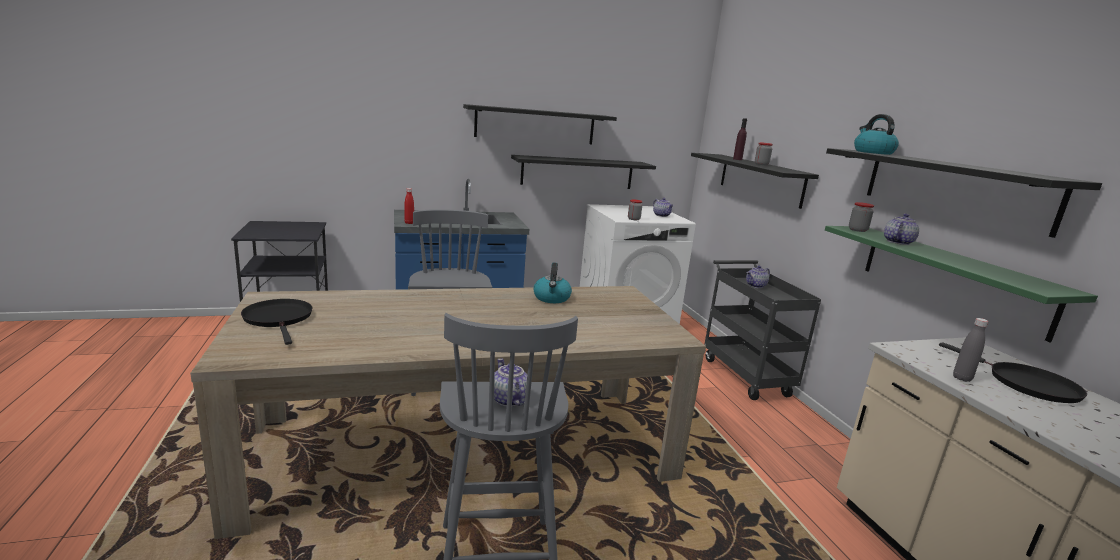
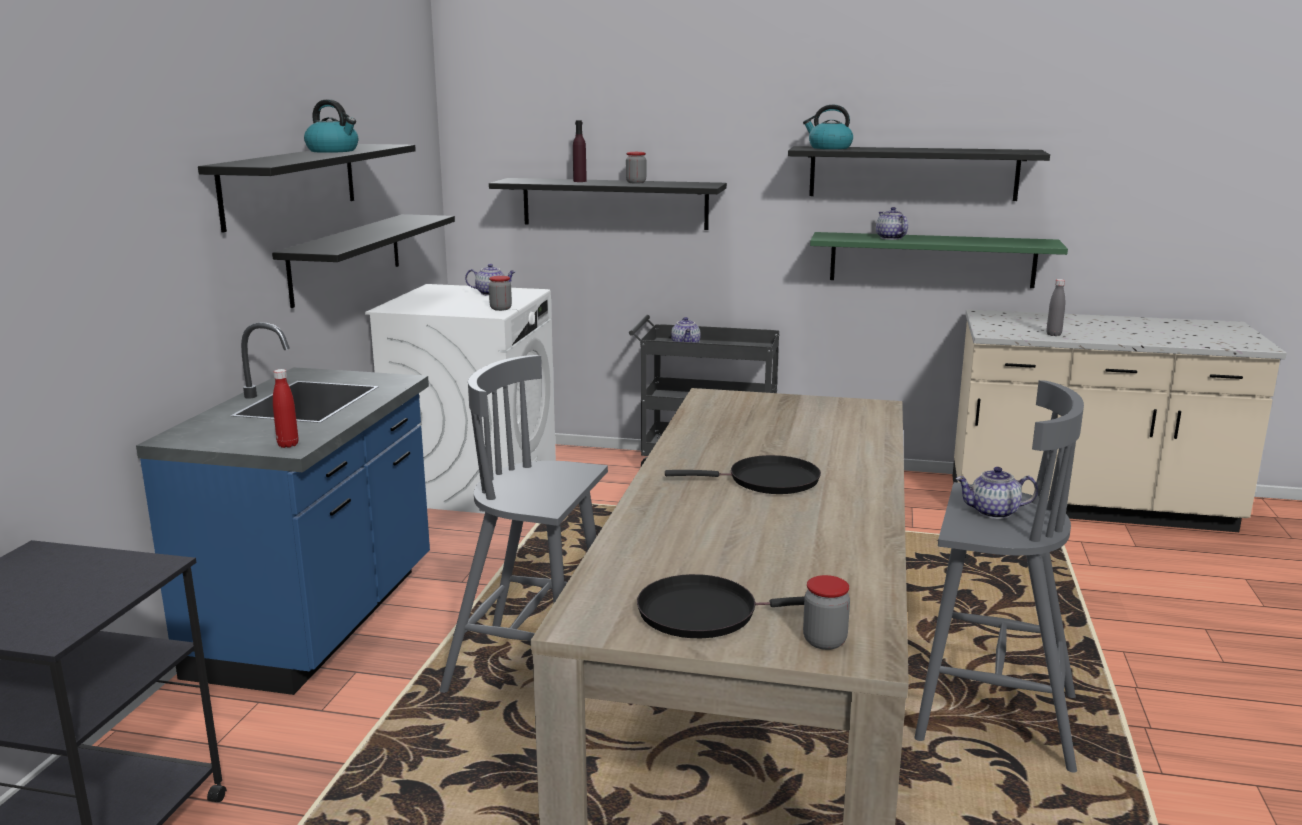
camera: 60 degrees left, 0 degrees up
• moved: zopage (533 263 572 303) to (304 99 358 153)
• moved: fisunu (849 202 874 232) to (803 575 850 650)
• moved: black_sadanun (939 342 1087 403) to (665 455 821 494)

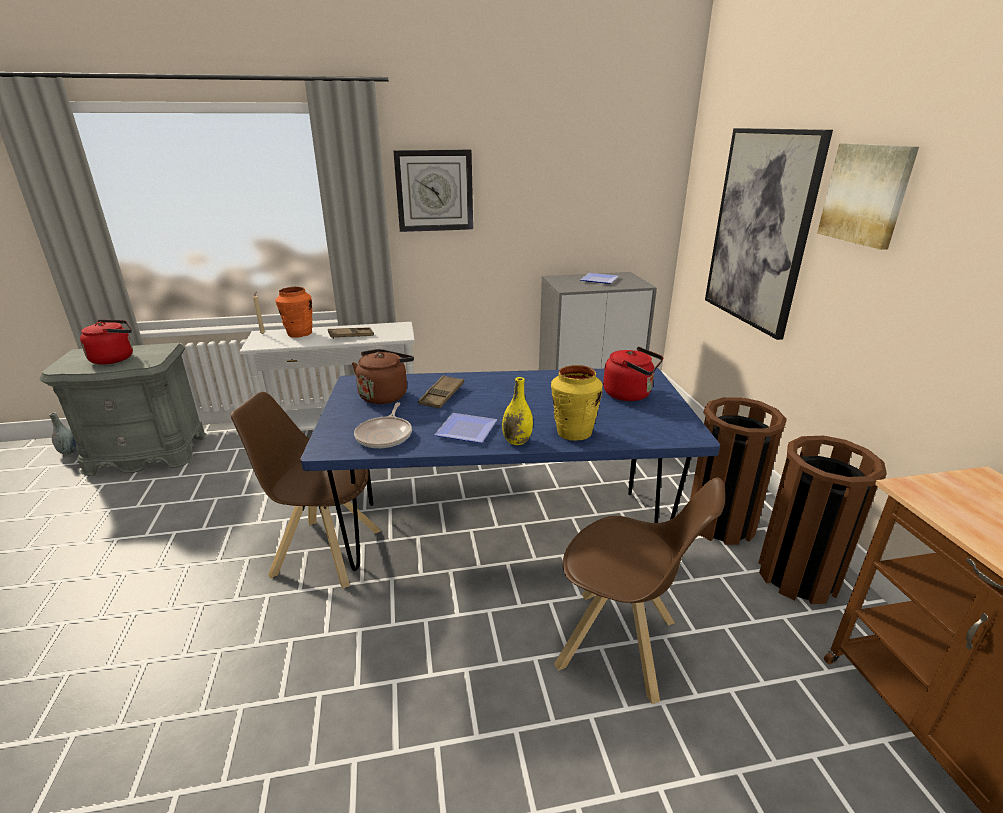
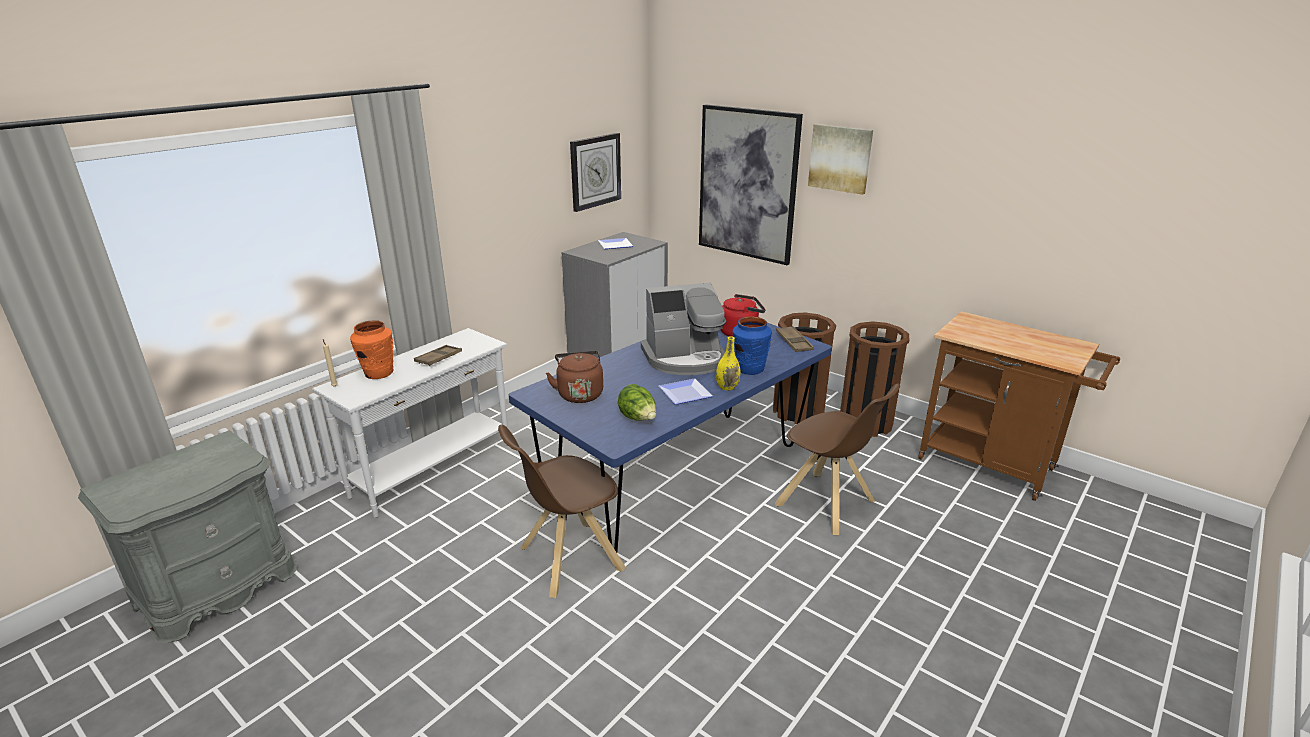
camera: 40 degrees left, 0 degrees up
• removed: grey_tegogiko (49 412 77 455)
• removed: red_zopage (80 320 133 365)
• replaced: sadanun (354 402 412 449) to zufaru (618 384 656 421)
• moved: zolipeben (393 150 473 232) to (570 133 621 212)
• moved: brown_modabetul (418 375 464 409) to (776 326 814 352)
• recoloured: yellow_tegogiko (551 365 603 441) to blue_tegogiko (733 316 772 375)
• turned: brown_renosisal (554 477 725 704) = (775 384 900 535) 60 degrees clockwise
• added: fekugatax (641 283 726 375)

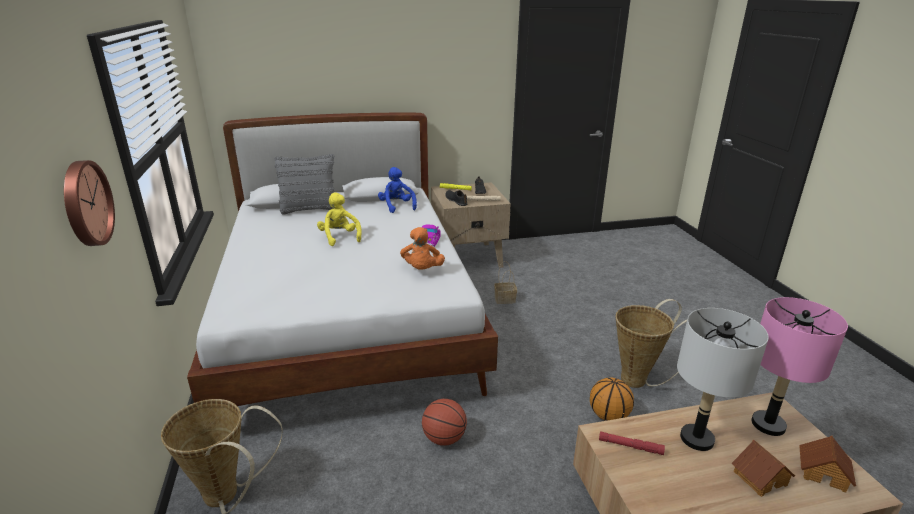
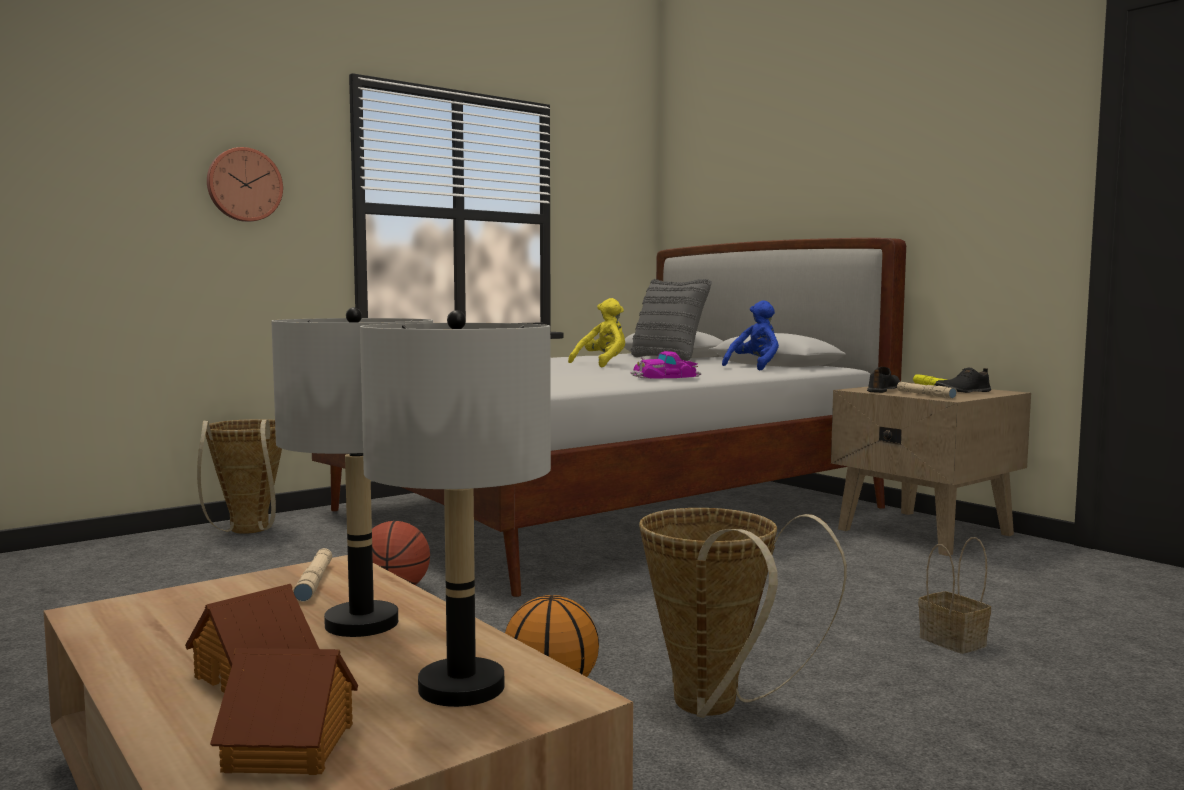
camera: 65 degrees right, 20 degrees down
• removed: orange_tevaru (400 227 445 270)
• moved: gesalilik (494 261 517 304) to (918 537 991 654)
• recoloured: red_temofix (599 431 665 455) to beige_temofix (293 548 332 602)
• recoloured: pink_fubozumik (751 297 848 436) to grey_fubozumik (360 310 551 707)

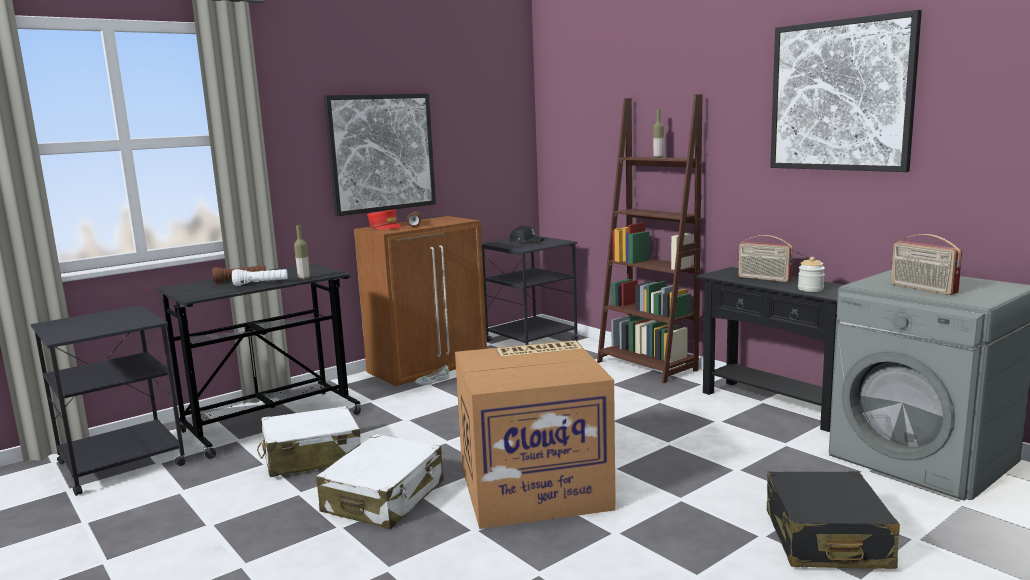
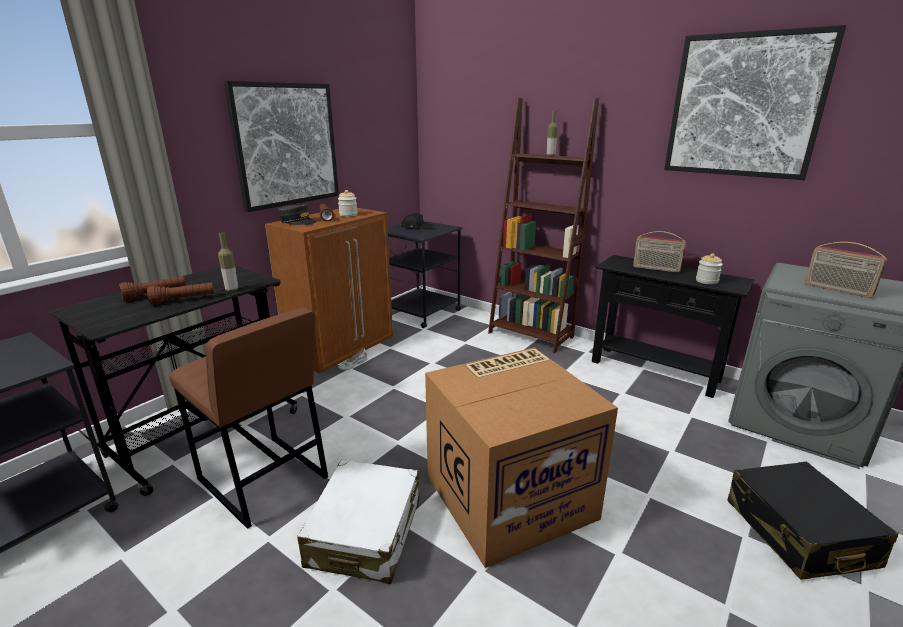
camera: 15 degrees left, 10 degrees up
• recoloured: white_temofix (232 269 288 286) to brown_temofix (147 282 214 305)
• replaced: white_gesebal (257 406 361 477) to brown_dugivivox (169 307 328 529)
• recoloured: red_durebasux (367 210 402 229) to grey_durebasux (278 204 316 225)
• added: fisunu (338 190 358 217)

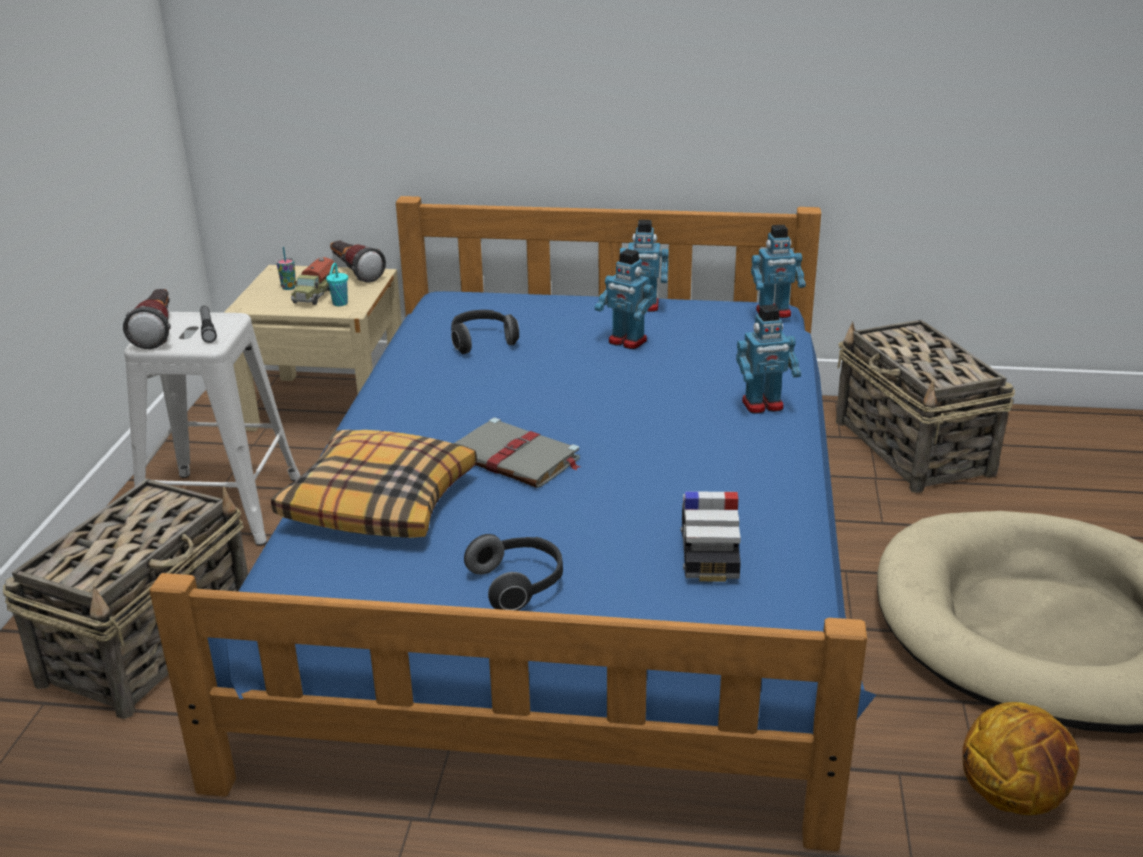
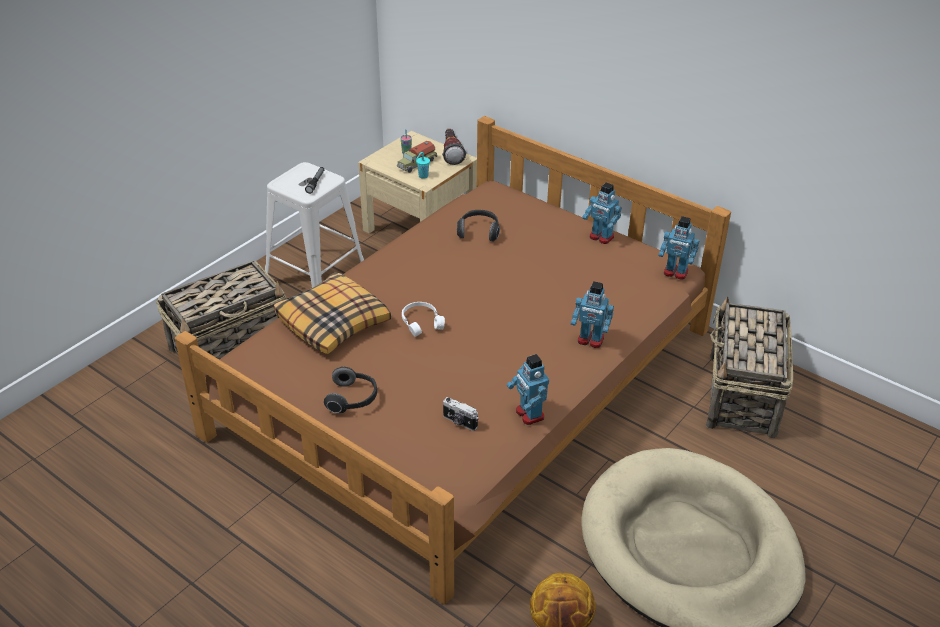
camera: 30 degrees right, 10 degrees up
• removed: temofix (123 289 171 349)
• recoloured: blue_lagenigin (149 196 876 851) to brown_lagenigin (175 116 731 604)
• replaced: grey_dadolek (454 418 580 488) to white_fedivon (402 302 445 337)
• moved: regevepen (595 249 654 349) to (507 354 549 425)
• replaced: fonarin (681 491 741 582) to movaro (443 397 478 431)

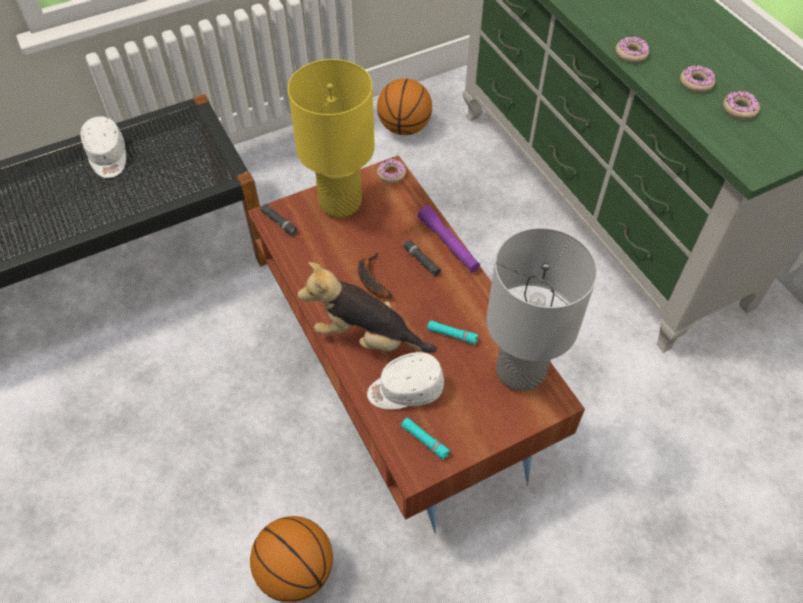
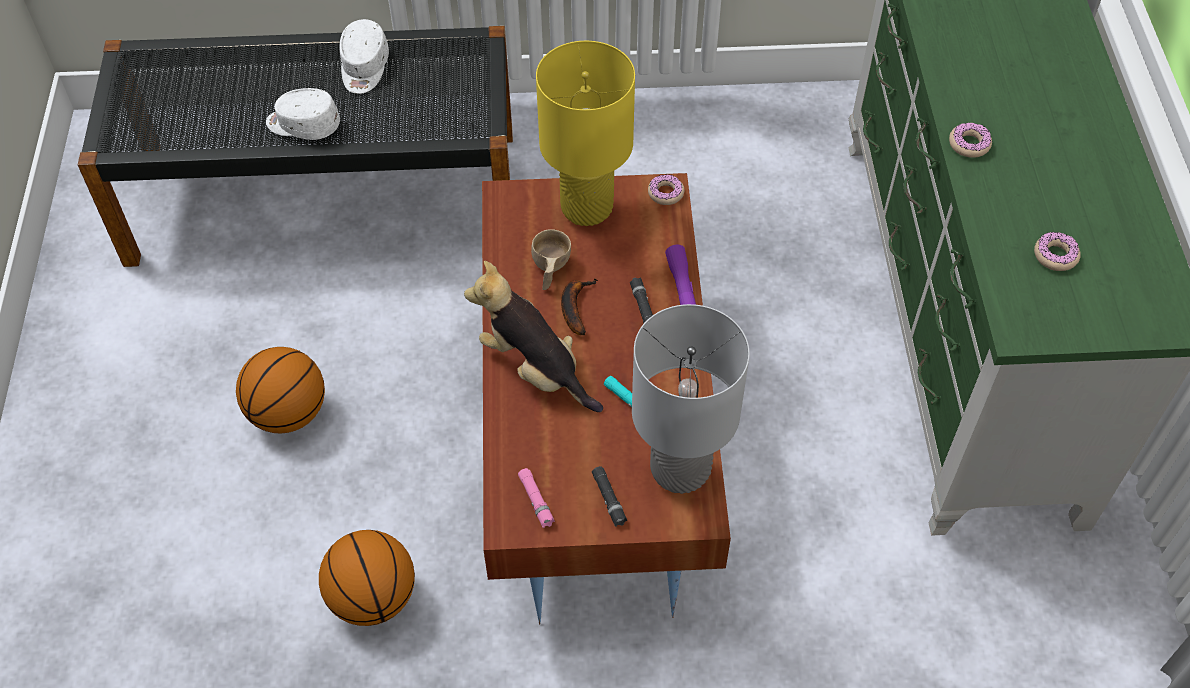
camera: 25 degrees right, 0 degrees up
• moved: black_temofix (261 204 298 236) to (592 466 627 527)
• moved: white_durebasux (367 352 444 409) to (266 88 340 140)
• moved: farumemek (377 78 432 135) to (236 347 325 434)
• recoloured: turquoise_temofix (401 418 451 460) to pink_temofix (518 468 555 528)
• removed: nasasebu (680 66 715 92)
• added: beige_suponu (531 229 571 290)

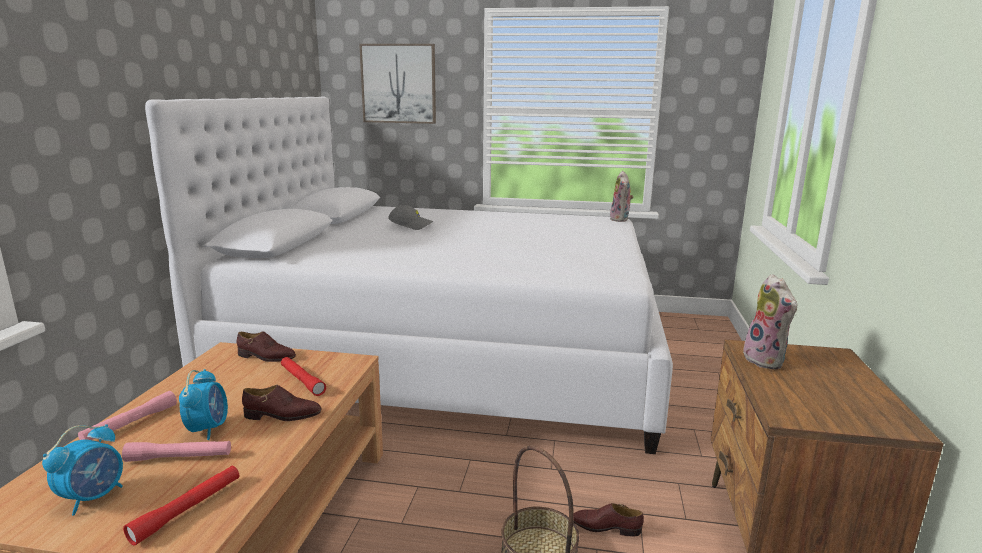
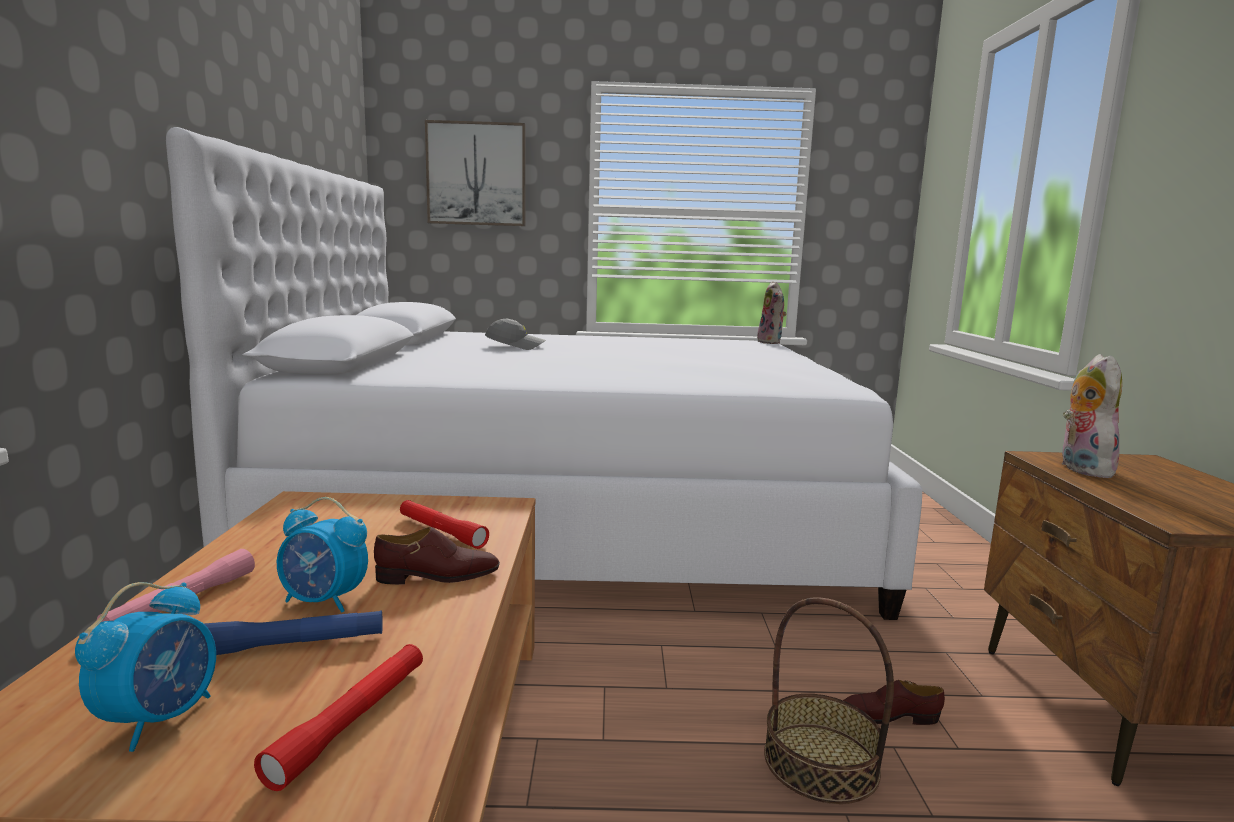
camera: 10 degrees left, 5 degrees down
• recoloured: pink_temofix (122 441 231 462) to blue_temofix (204 610 383 655)
• turned: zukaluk (179 369 228 440) = (277 497 368 612) 120 degrees clockwise
• removed: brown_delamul (237 331 296 362)
• turned: tevaru (743 274 797 369) = (1062 354 1122 478) 150 degrees counterclockwise

